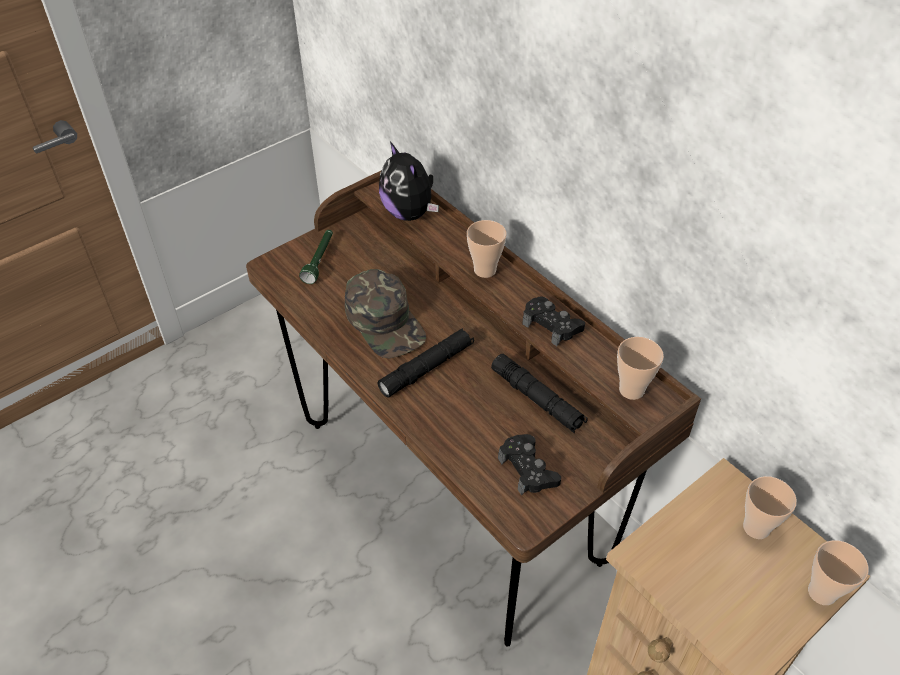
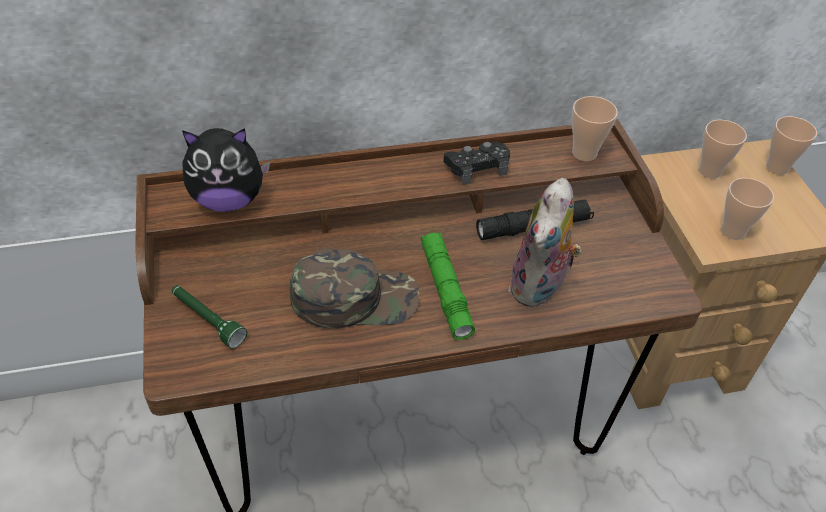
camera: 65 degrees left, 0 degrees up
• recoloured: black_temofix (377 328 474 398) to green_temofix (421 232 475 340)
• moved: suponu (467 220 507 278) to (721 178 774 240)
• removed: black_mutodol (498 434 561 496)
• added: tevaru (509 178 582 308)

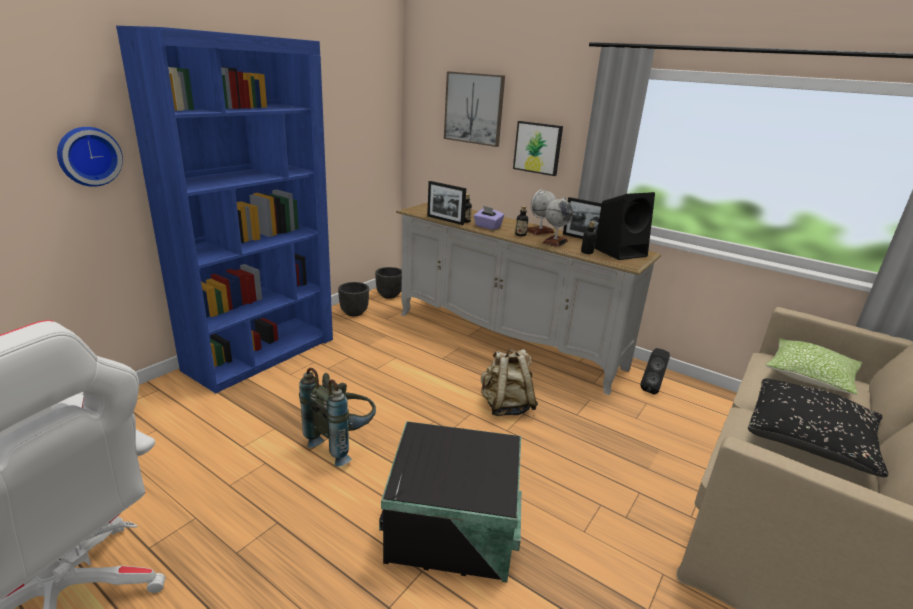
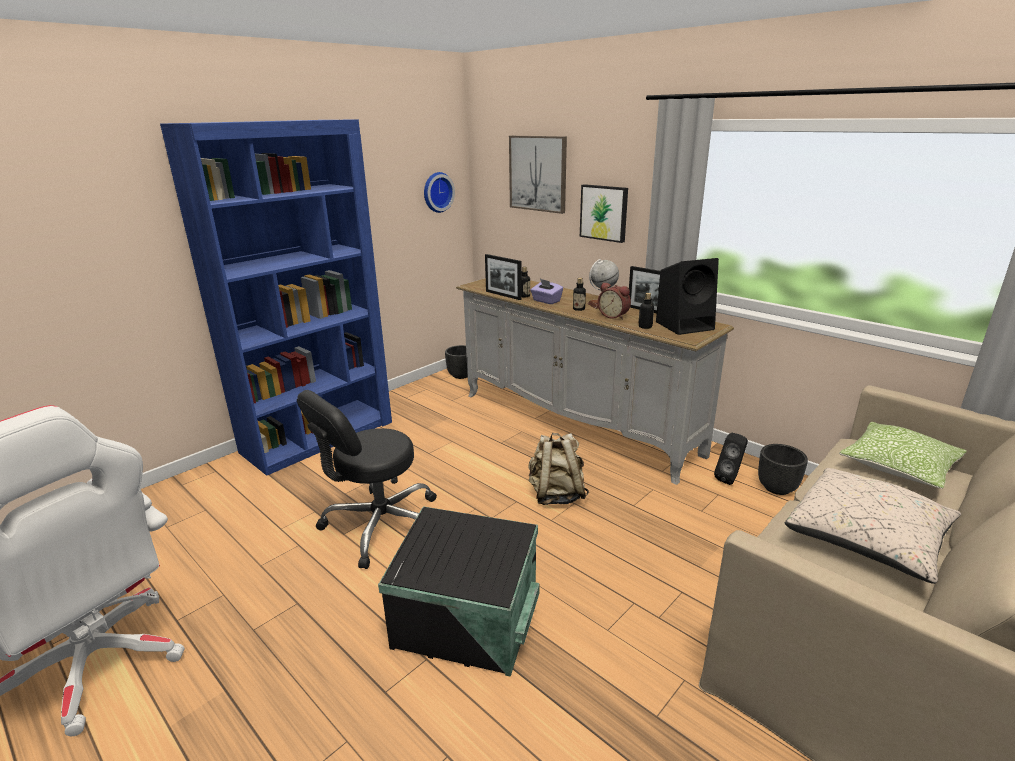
camera: 10 degrees right, 0 degrees up
• moved: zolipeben (57 127 123 187) to (424 172 455 213)
• replaced: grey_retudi (299 368 376 467) to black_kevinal (297 390 437 569)
• moved: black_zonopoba (338 282 369 316) to (758 444 808 495)
• replaced: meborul (543 197 573 247) to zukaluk (598 283 631 320)
• recoloured: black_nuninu (748 379 888 477) to beige_nuninu (785 468 961 584)

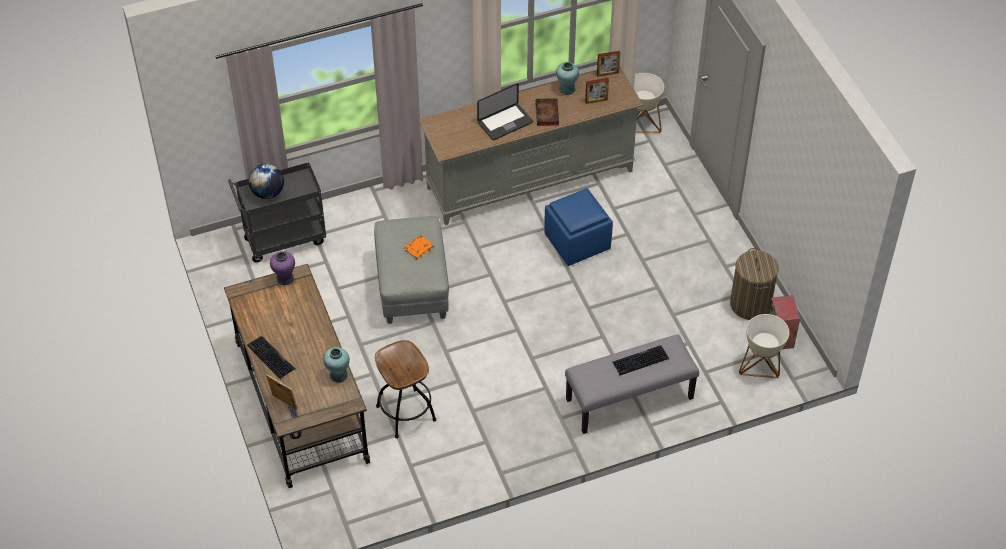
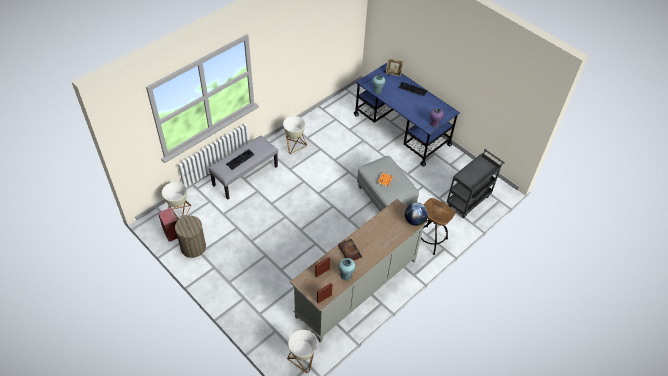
camera: 155 degrees right, 0 degrees up
• recoloured: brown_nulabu (224 264 370 488) to blue_nulabu (354 63 460 166)
• moved: meborul (249 164 284 199) to (405 202 428 226)
• moved: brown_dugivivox (375 340 436 438) to (421 198 455 255)
• removed: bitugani (477 83 533 140)
• removed: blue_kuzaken (544 188 613 266)
• added: zonopoba (283 116 307 154)

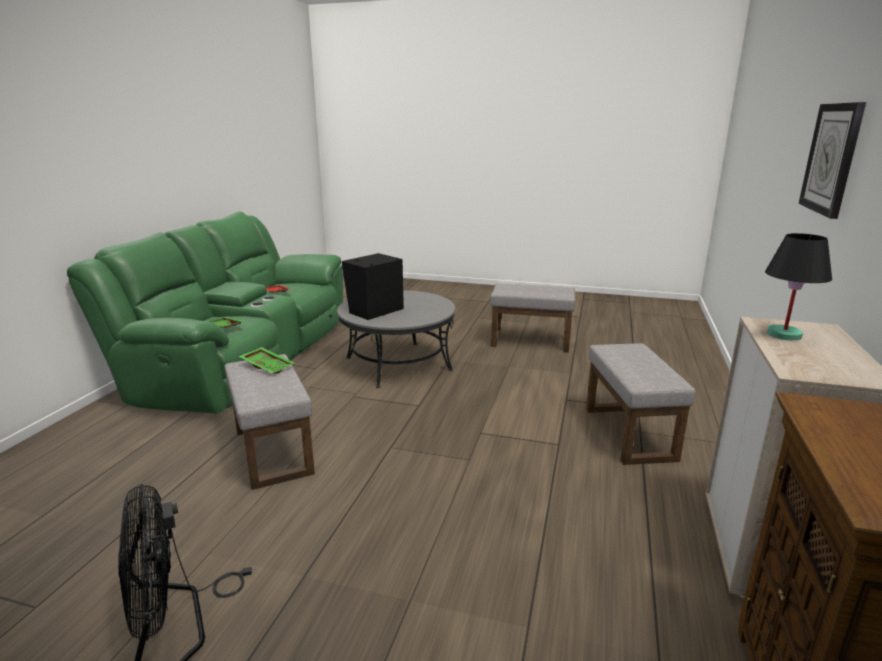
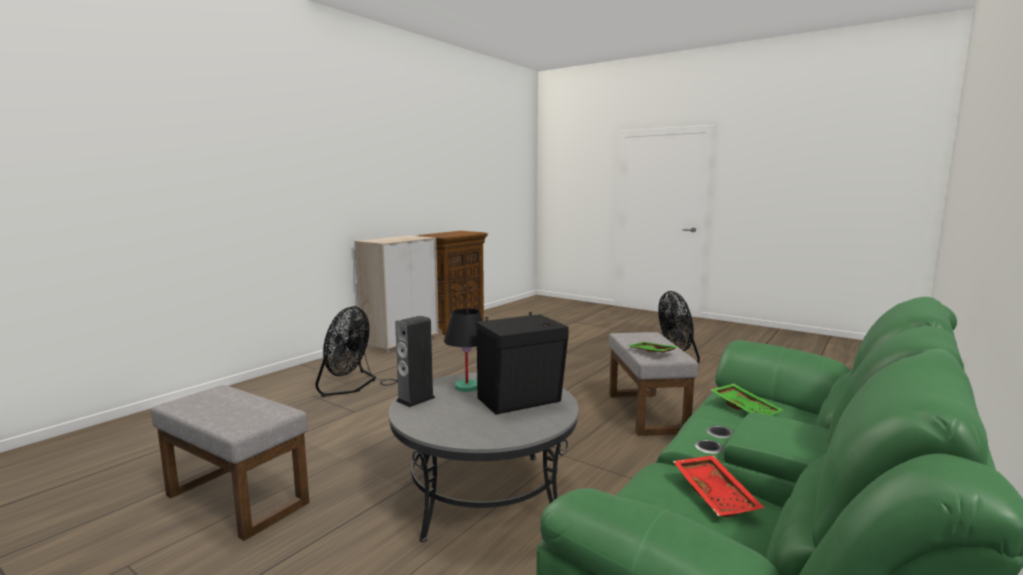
camera: 160 degrees left, 10 degrees down
• replaced: grey_kuzaken (586 343 696 465) to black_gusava (315 306 398 397)
• moved: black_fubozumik (765 233 832 340) to (444 308 483 392)
• removed: zolipeben (798 102 866 219)
• added: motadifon (395 316 435 407)

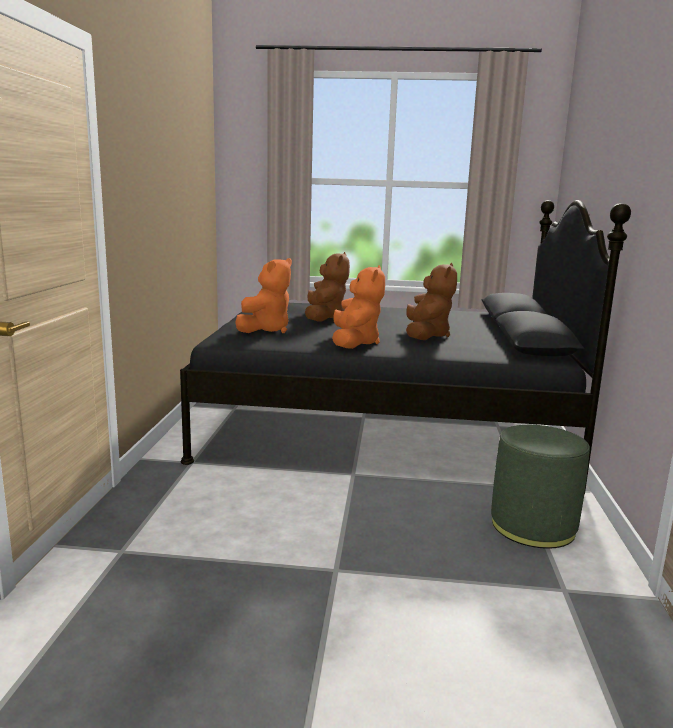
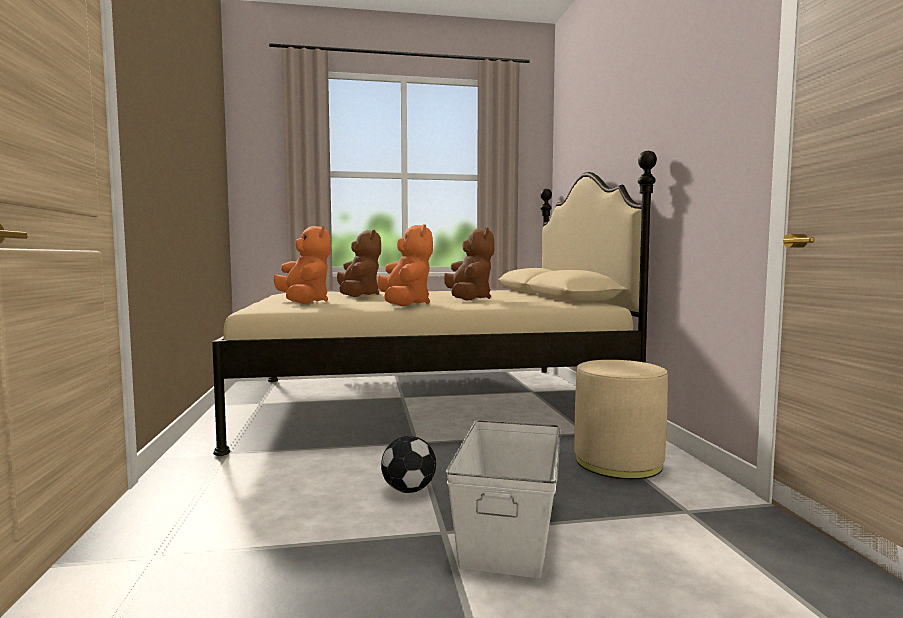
camera: 15 degrees left, 10 degrees down
• recoloured: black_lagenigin (180 200 631 494) to beige_lagenigin (212 151 657 456)
• turned: orange_tevaru (235 258 292 333) = (273 226 331 304) 45 degrees counterclockwise
• recoloured: green_kuzaken (491 425 590 549) to beige_kuzaken (574 360 668 479)
• added: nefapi (381 436 436 493)
• added: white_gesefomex (446 420 561 579)

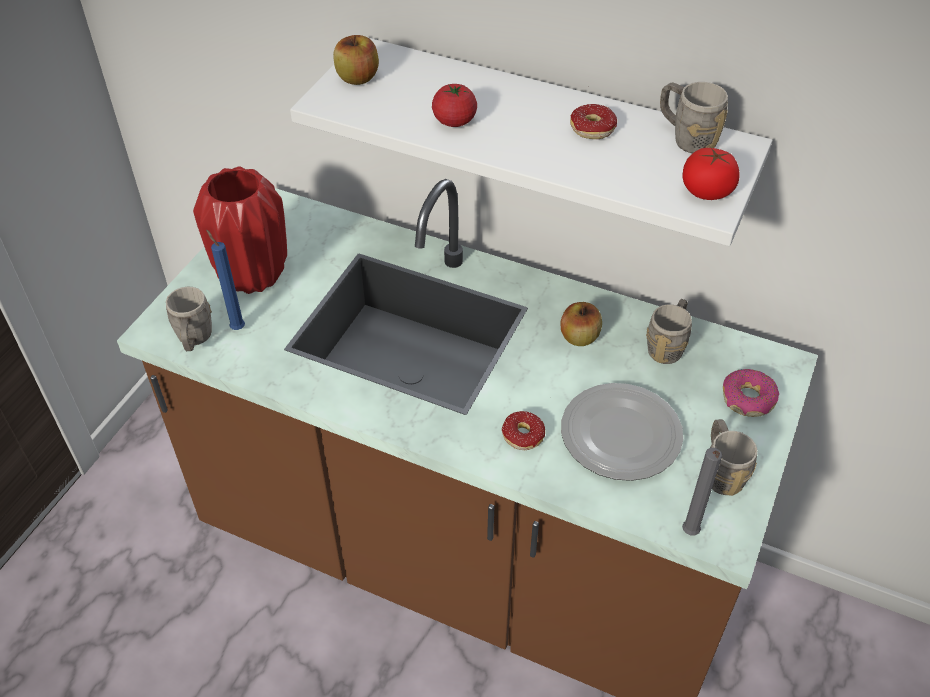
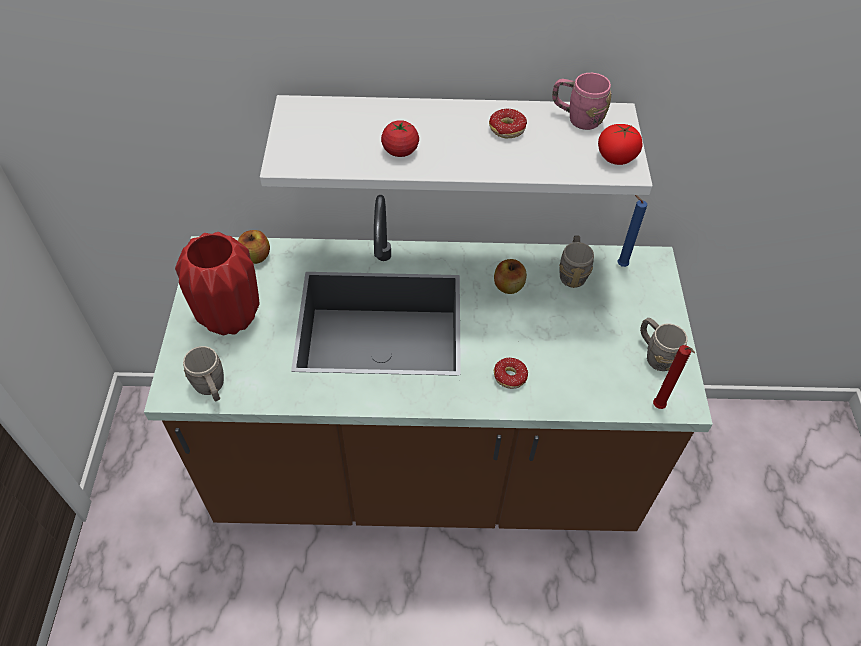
camera: 25 degrees left, 5 degrees up
• moved: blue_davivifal (206 230 245 330) to (617 195 647 267)
• moved: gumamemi (333 35 379 85) to (238 230 270 264)
• removed: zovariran (561 383 683 481)
• recoloured: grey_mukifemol (660 82 728 153) to pink_mukifemol (552 73 612 130)
• recoloured: grey_davivifal (682 448 722 536) to red_davivifal (653 345 695 409)
• removed: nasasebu (723 369 779 417)

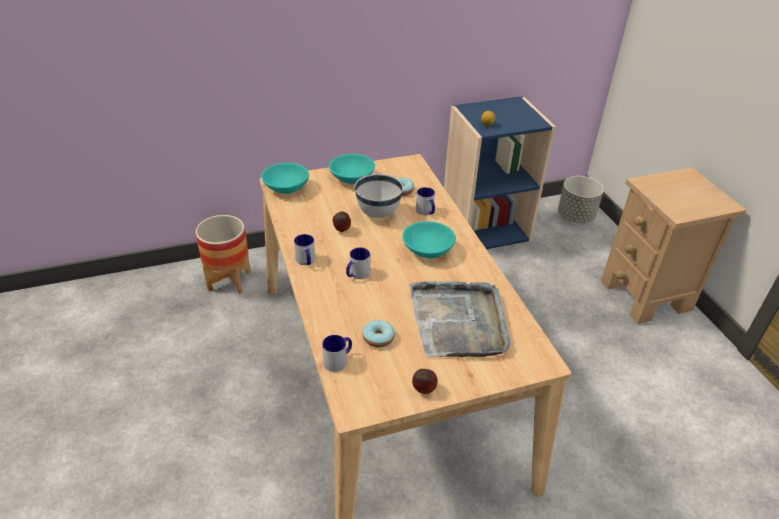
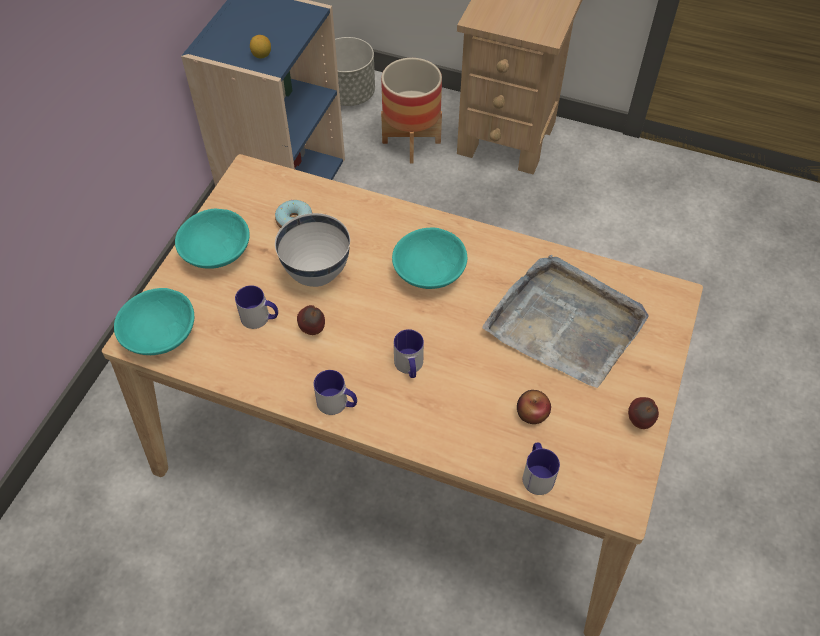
camera: 50 degrees left, 15 degrees up
• moved: zonopoba (195 215 251 294) to (381 58 442 163)
• replaced: nasasebu (363 320 395 348) to gumamemi (517 390 551 424)
• moved: mukifemol (416 187 435 215) to (235 285 278 329)

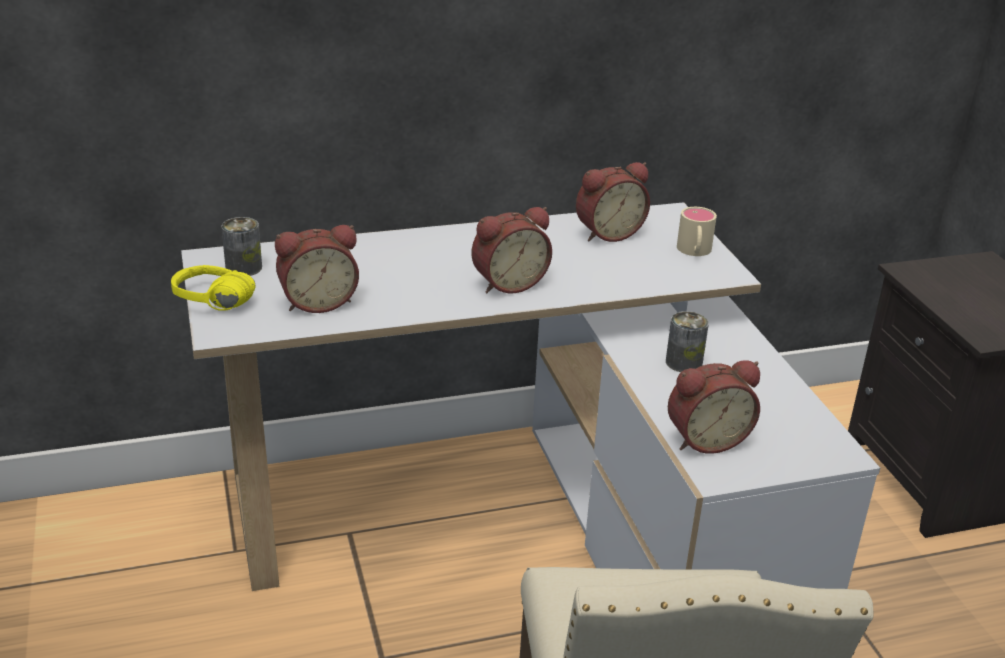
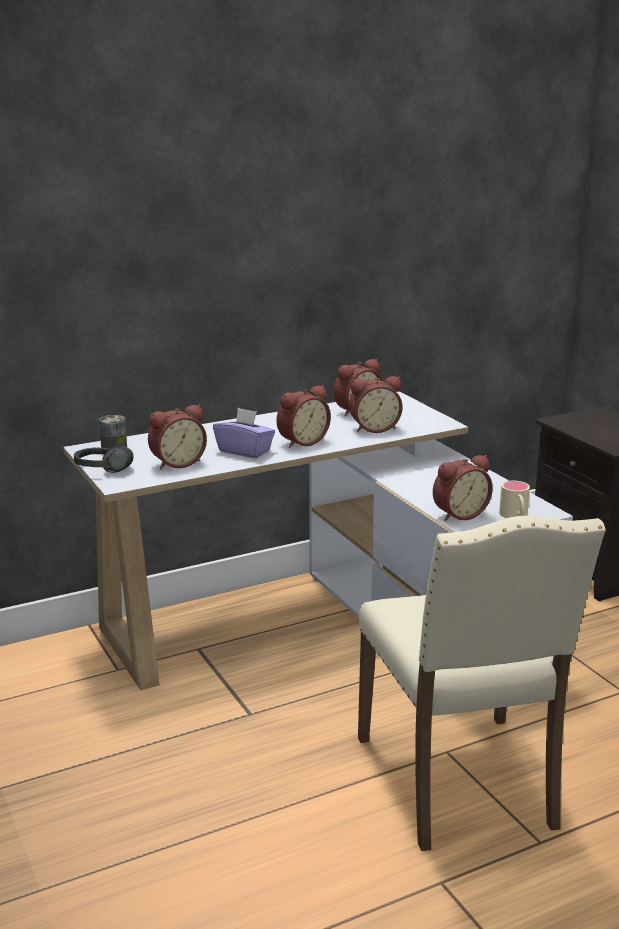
camera: 10 degrees left, 10 degrees down
• recoloured: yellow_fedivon (171 265 255 311) to black_fedivon (74 446 134 473)
• removed: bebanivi (666 311 709 372)
• moved: beige_mukifemol (677 207 717 256) to (499 481 530 518)
• added: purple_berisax (213 408 275 458)
• added: zukaluk (349 376 403 433)

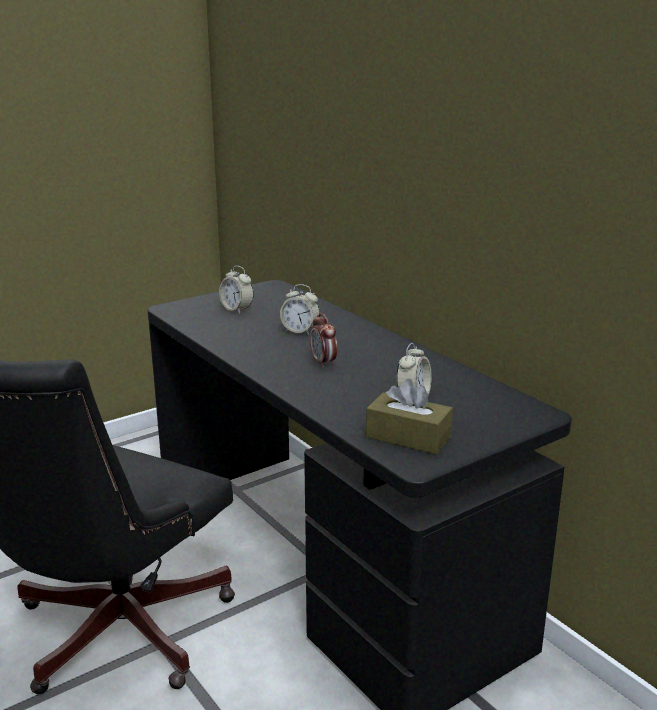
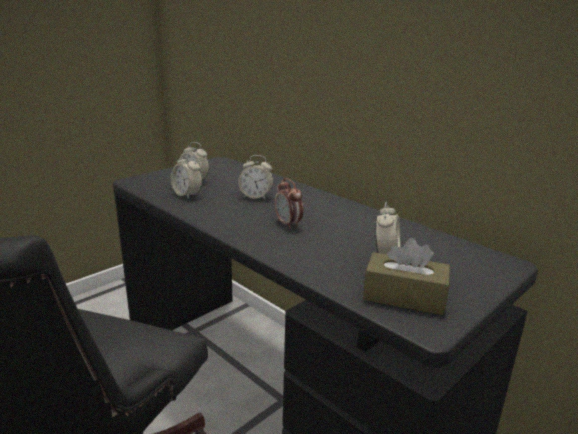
camera: 10 degrees left, 0 degrees up
• added: zukaluk (171 153 203 199)

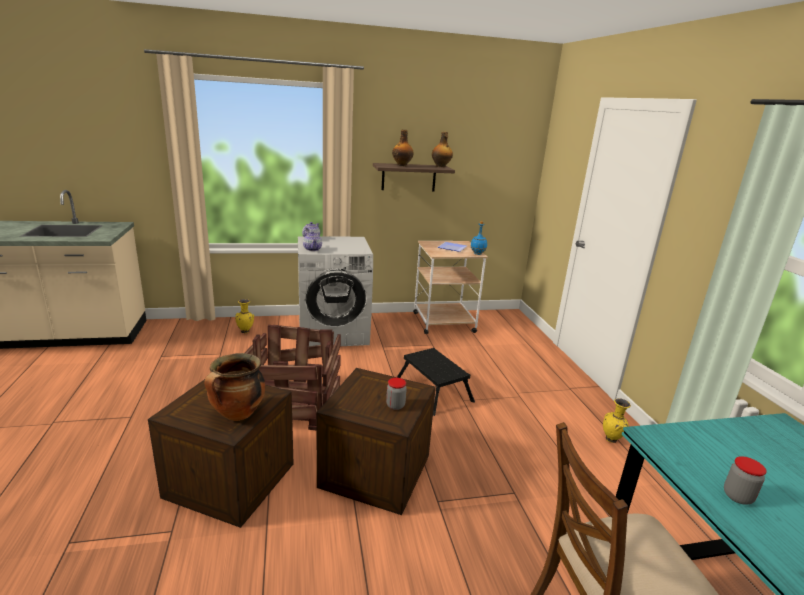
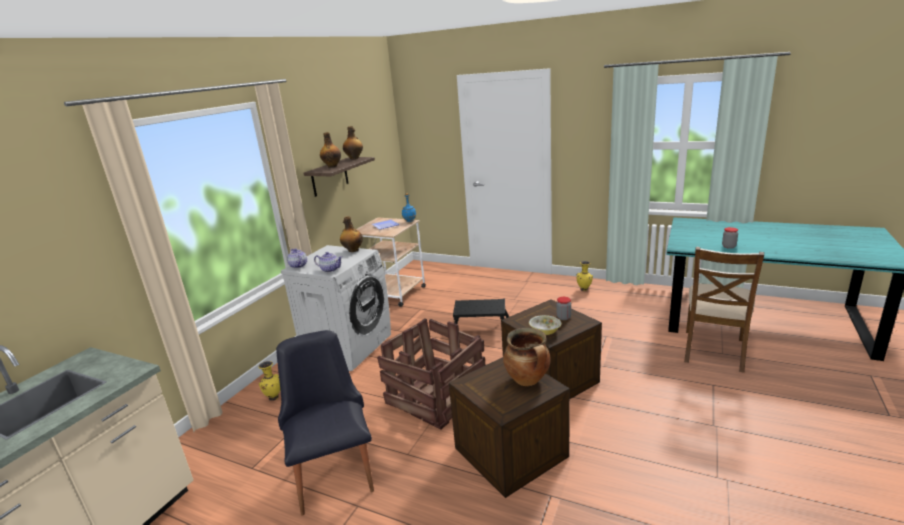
camera: 50 degrees left, 0 degrees up
• added: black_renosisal (276 330 374 516)
• added: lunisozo (340 216 363 252)
• added: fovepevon (529 315 561 335)

